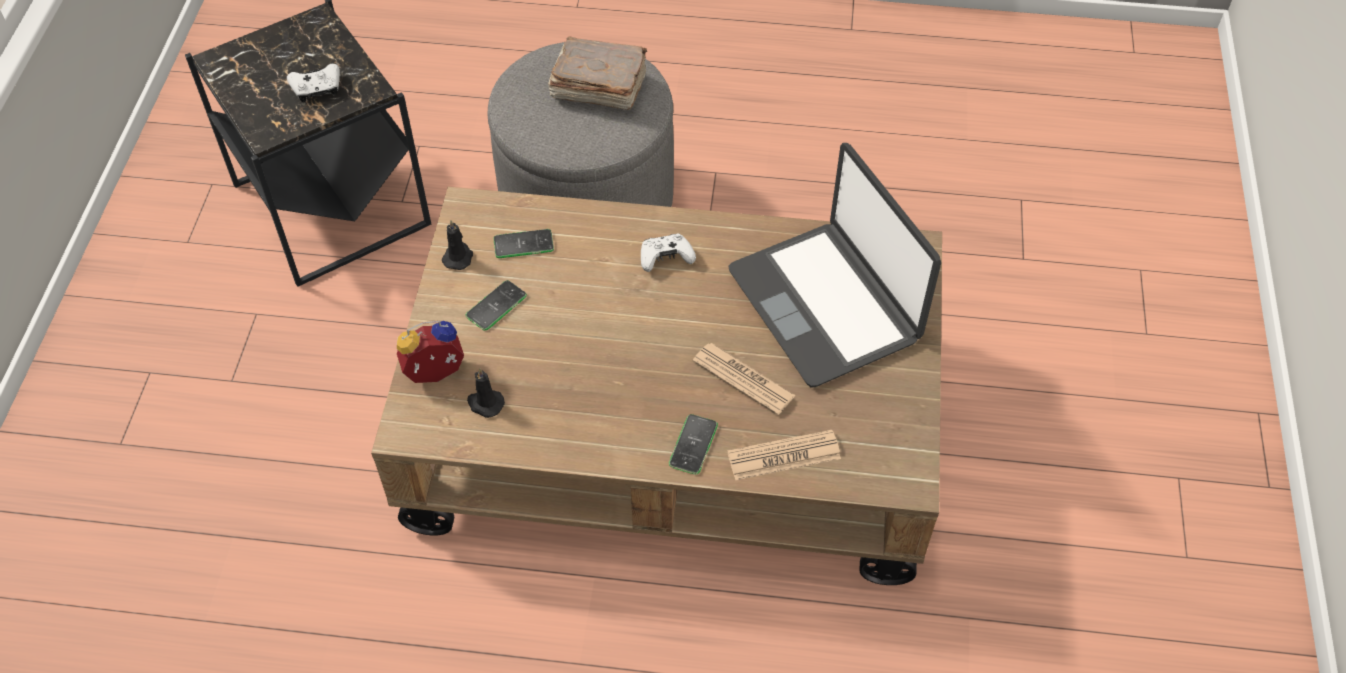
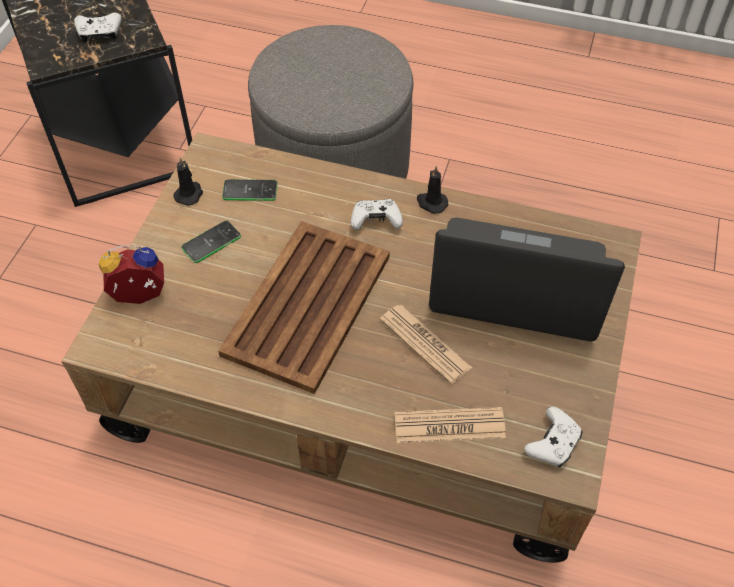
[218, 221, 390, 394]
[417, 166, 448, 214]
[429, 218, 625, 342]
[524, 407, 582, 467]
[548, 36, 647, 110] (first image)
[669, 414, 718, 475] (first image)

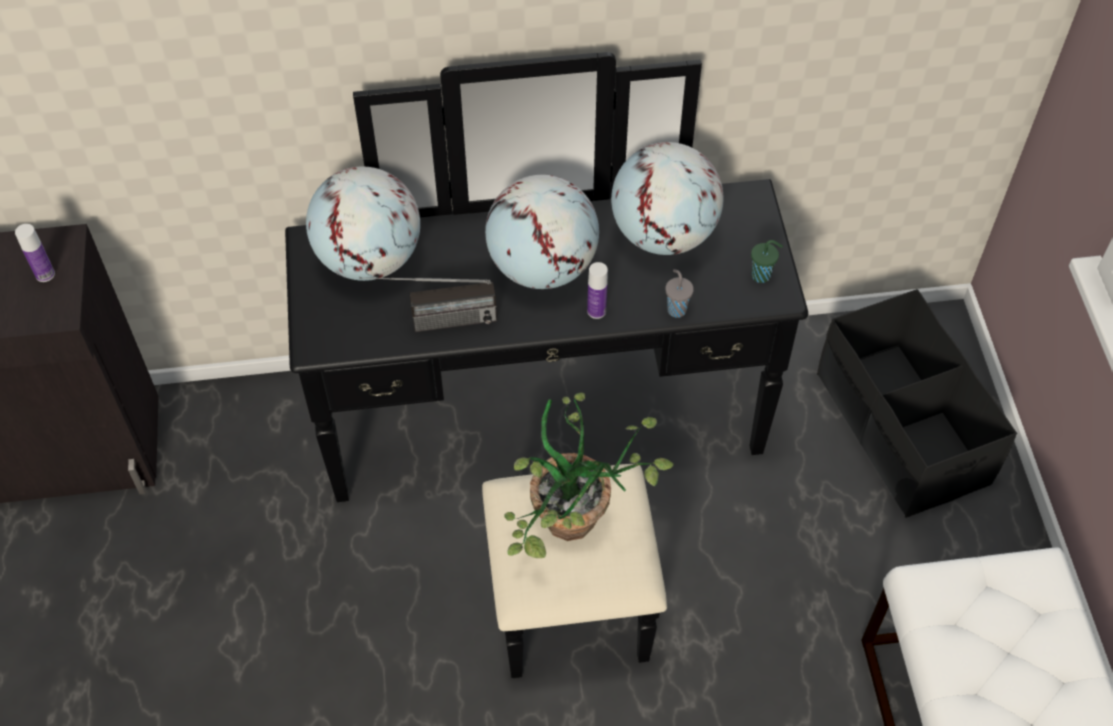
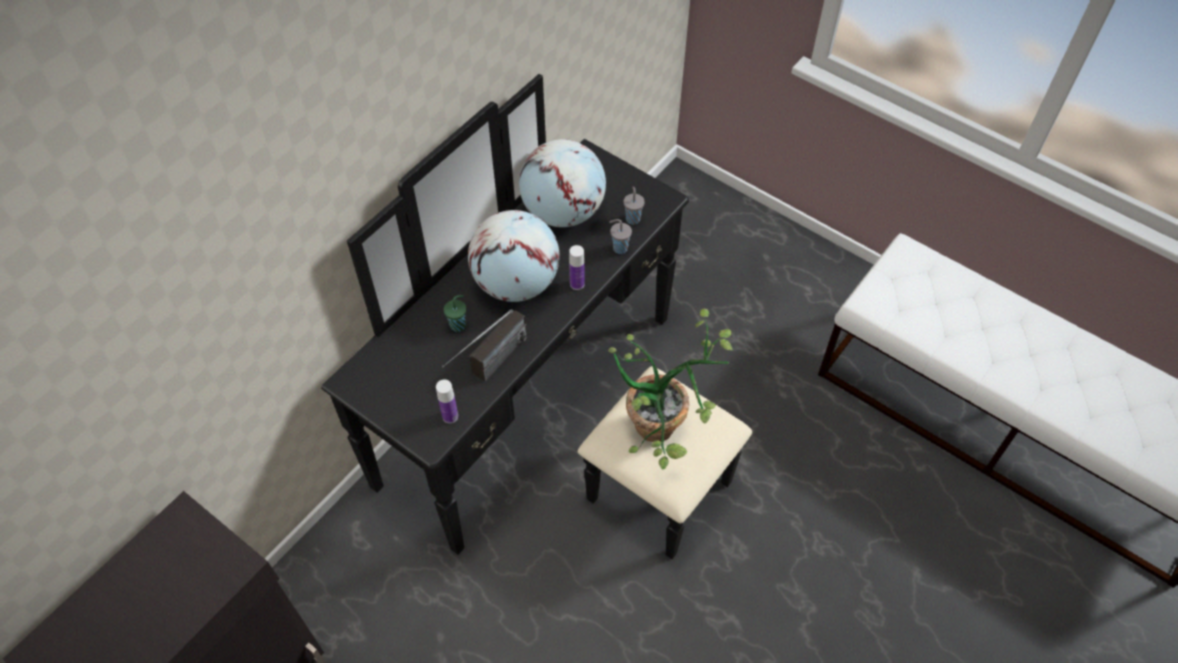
[436, 380, 458, 423]
[444, 295, 466, 332]
[623, 187, 645, 225]
[306, 167, 420, 281] (first image)
[817, 289, 1017, 518] (first image)

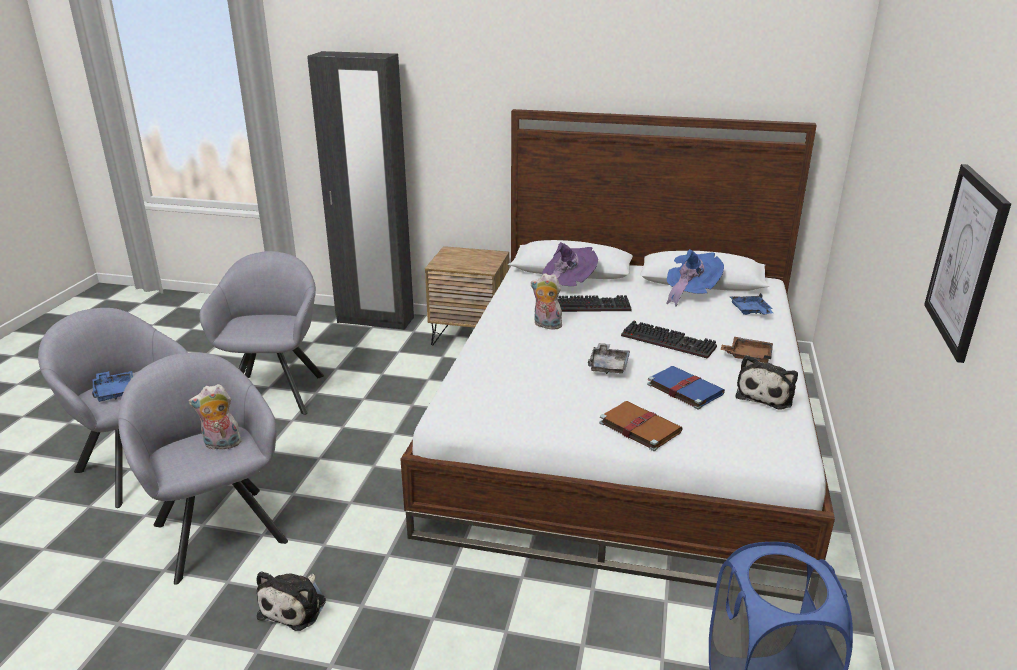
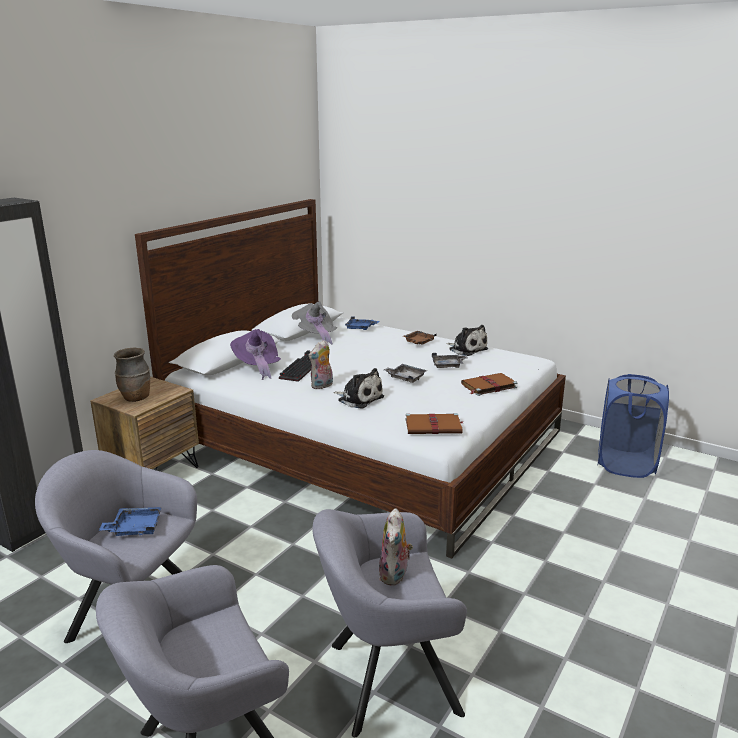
[99, 507, 162, 536]
[114, 347, 150, 402]
[292, 301, 337, 344]
[333, 368, 384, 409]
[406, 413, 463, 434]
[432, 353, 468, 368]
[621, 320, 717, 359] (first image)
[924, 164, 1011, 363] (first image)

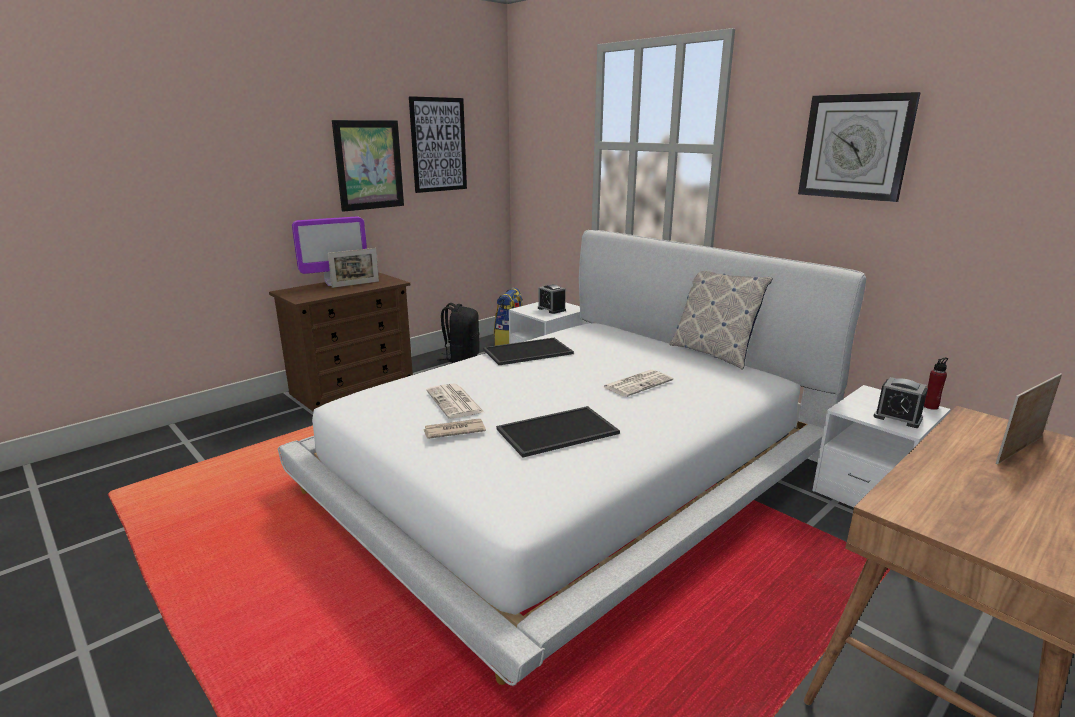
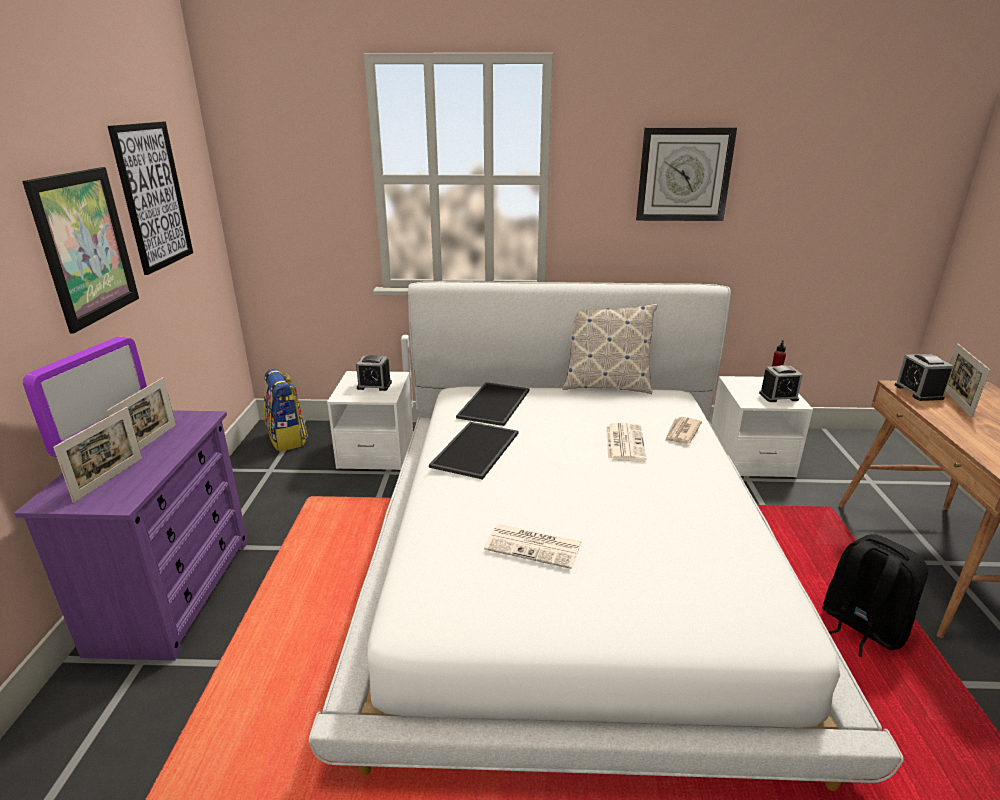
[14, 410, 248, 661]
[53, 407, 142, 503]
[456, 382, 529, 426]
[665, 417, 702, 444]
[822, 534, 928, 657]
[895, 354, 953, 401]

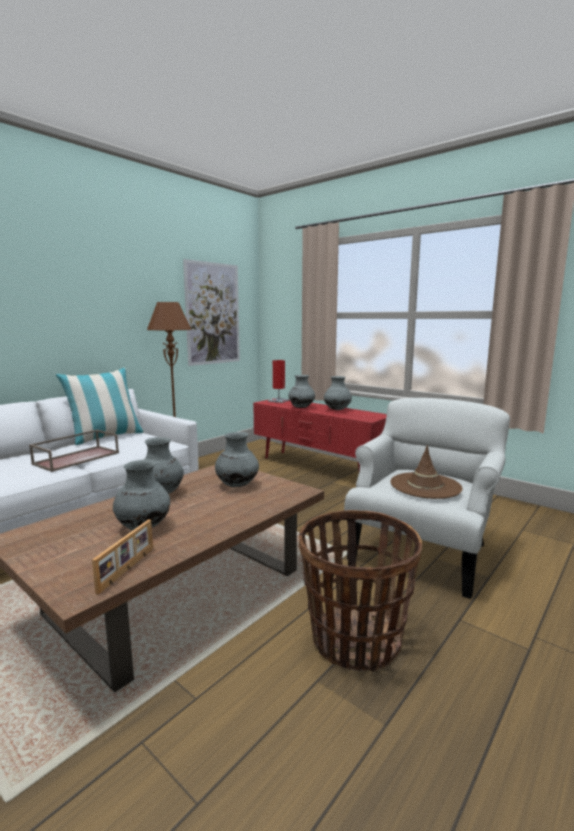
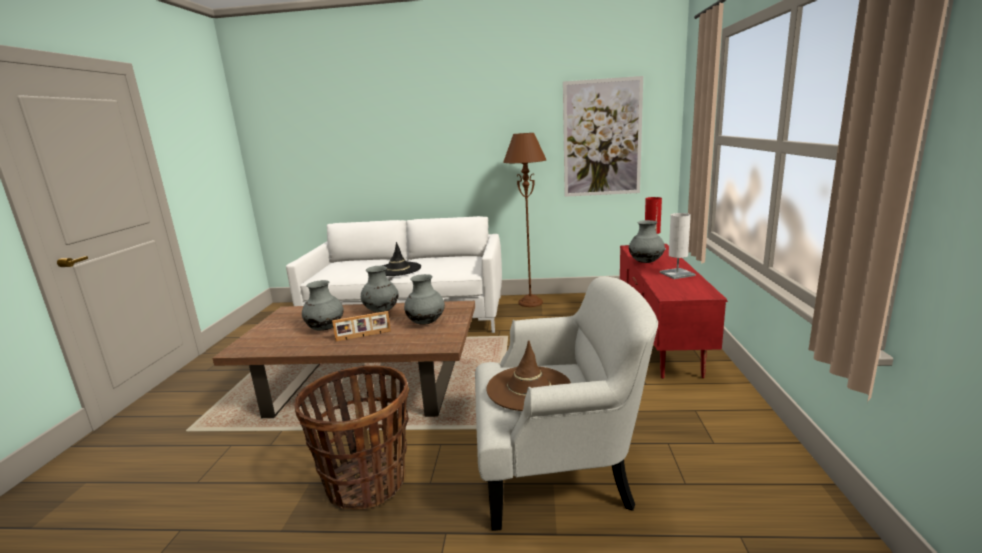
[332, 311, 391, 341]
[382, 242, 421, 276]
[660, 213, 696, 279]
[56, 368, 144, 445] (first image)

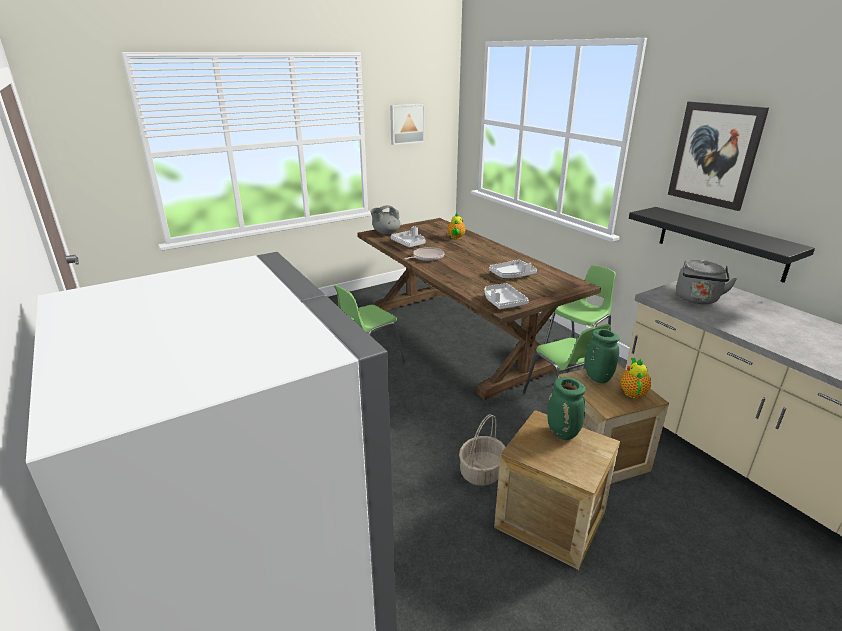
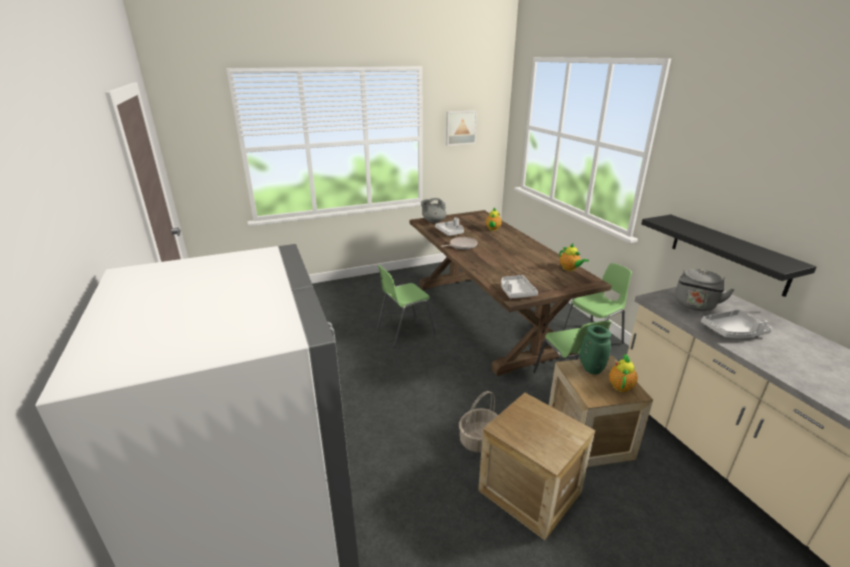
[559, 243, 589, 271]
[701, 310, 772, 338]
[548, 377, 586, 440] (first image)
[668, 102, 769, 211] (first image)

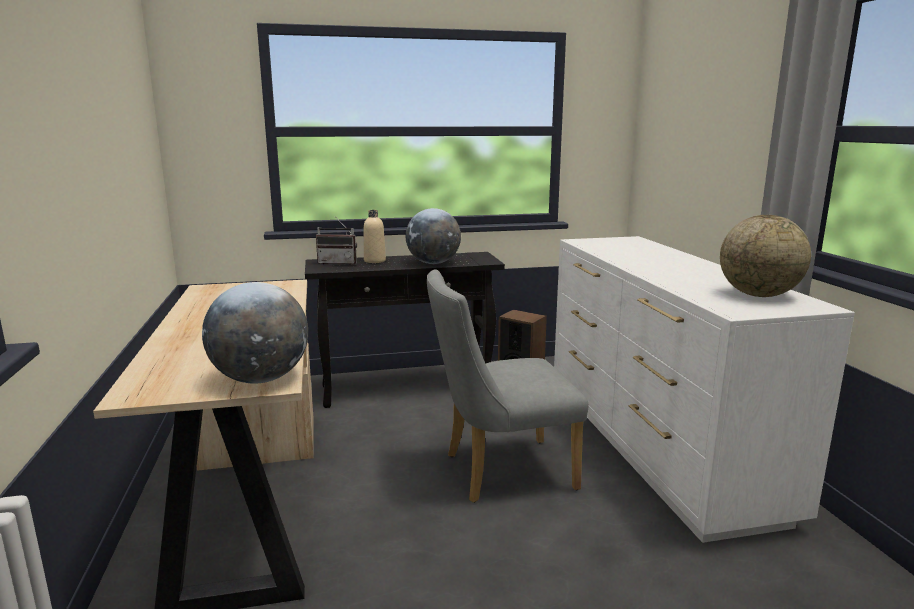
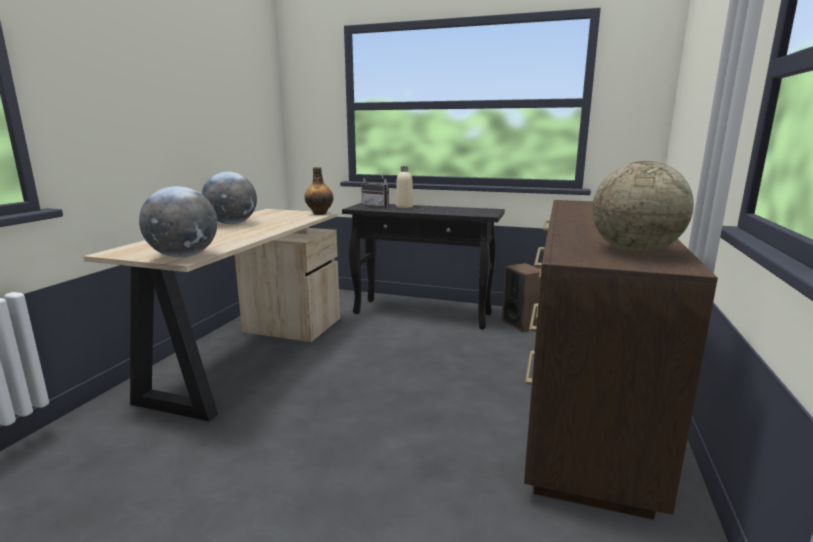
[202, 172, 257, 224]
[305, 167, 333, 215]
[524, 200, 718, 520]
[427, 269, 588, 503] (first image)

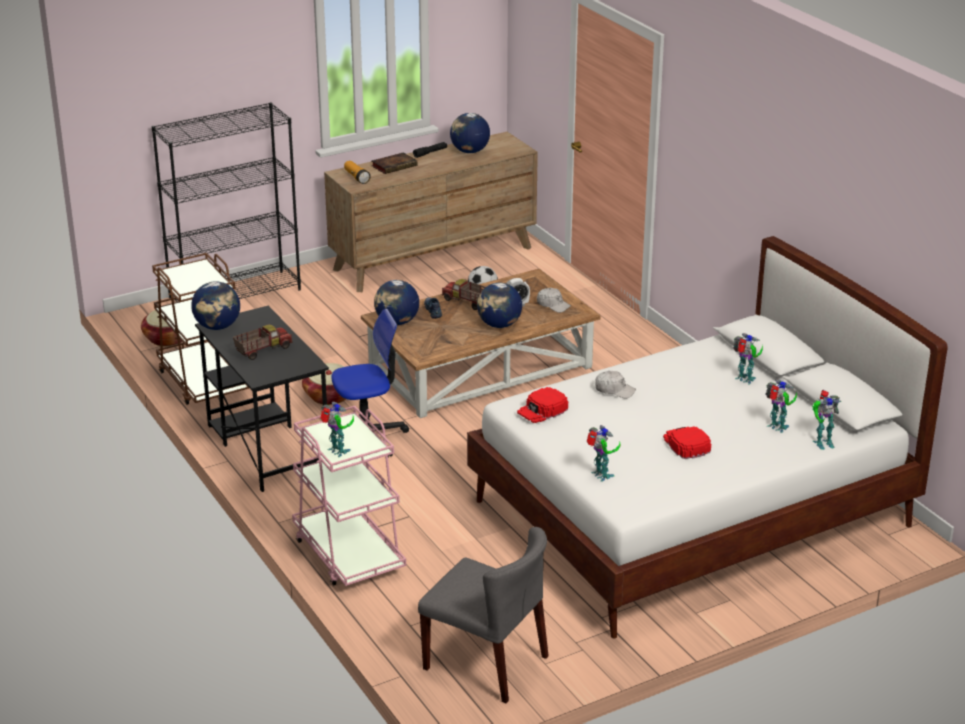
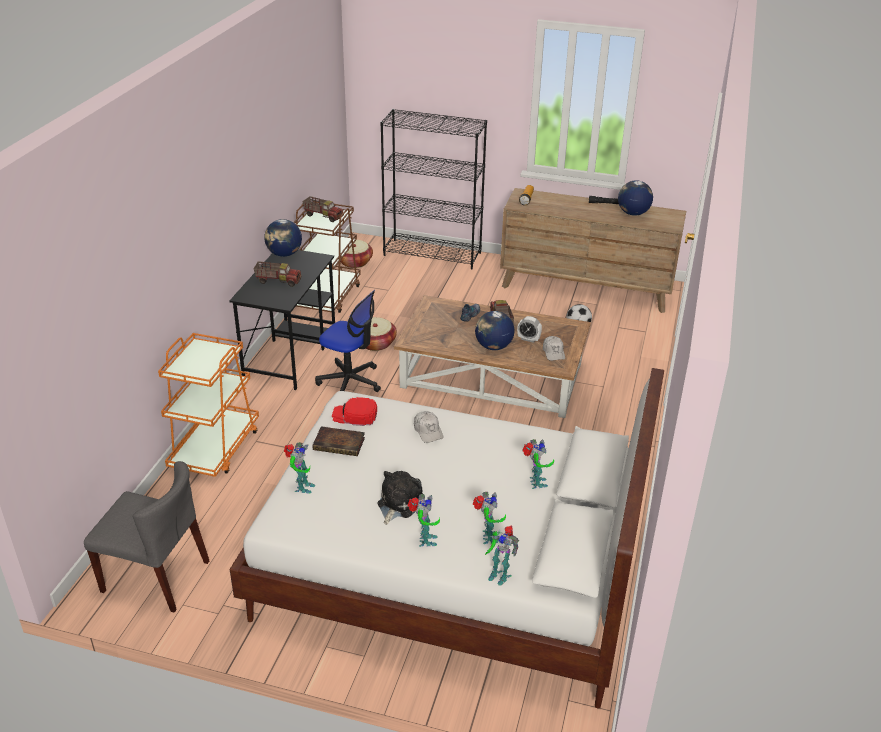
[84, 461, 209, 613]
[158, 333, 259, 477]
[302, 196, 343, 222]
[313, 426, 365, 456]
[377, 471, 423, 525]
[408, 494, 440, 547]
[374, 280, 419, 325] (first image)

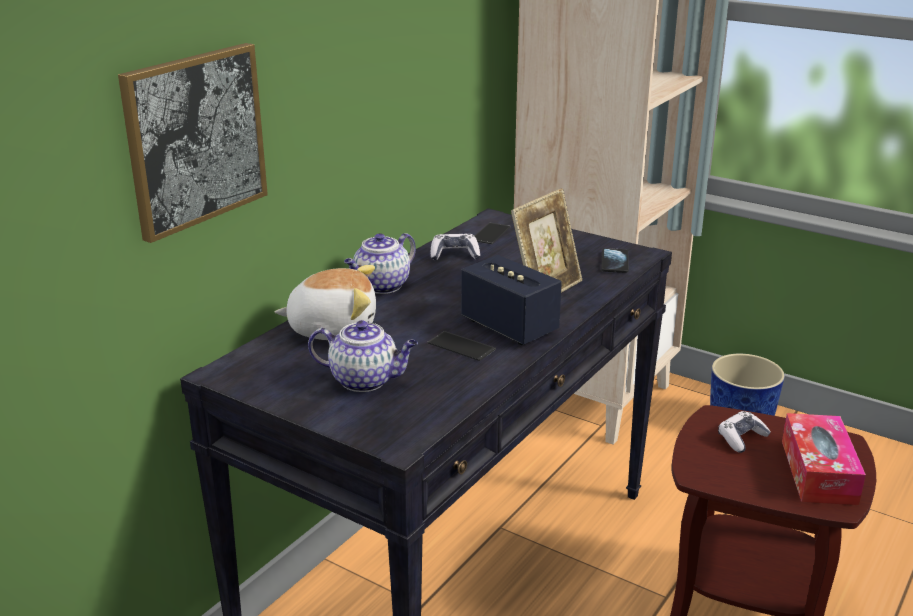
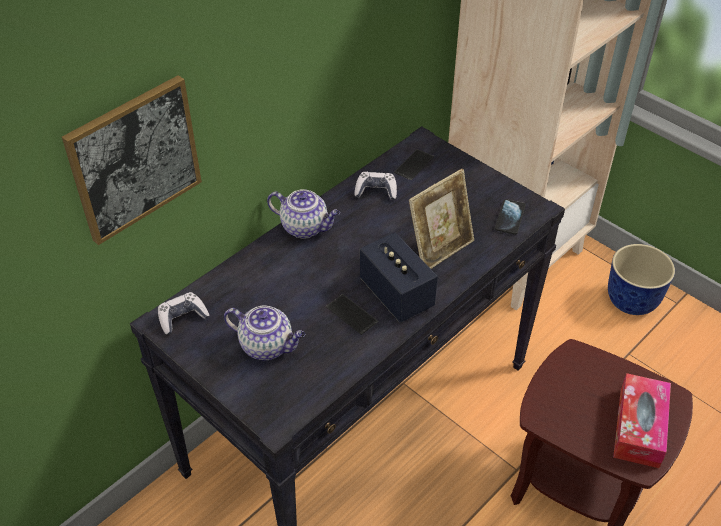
[158, 292, 210, 334]
[267, 189, 340, 239]
[275, 265, 376, 340] (first image)

